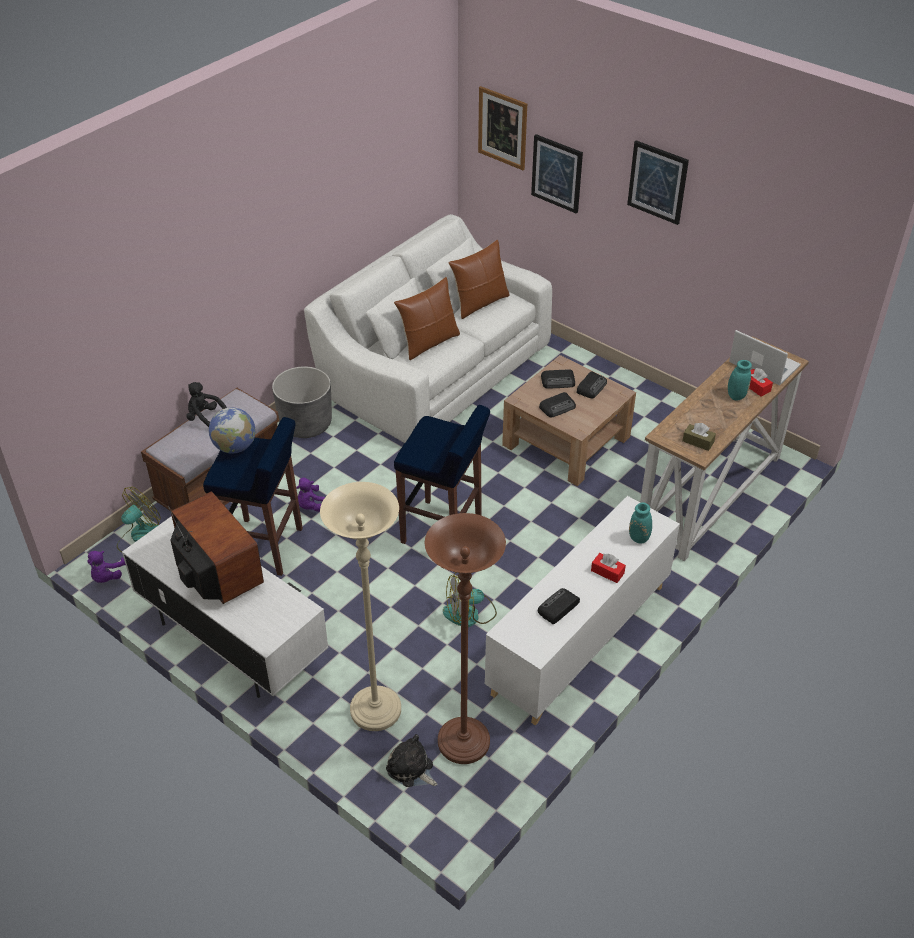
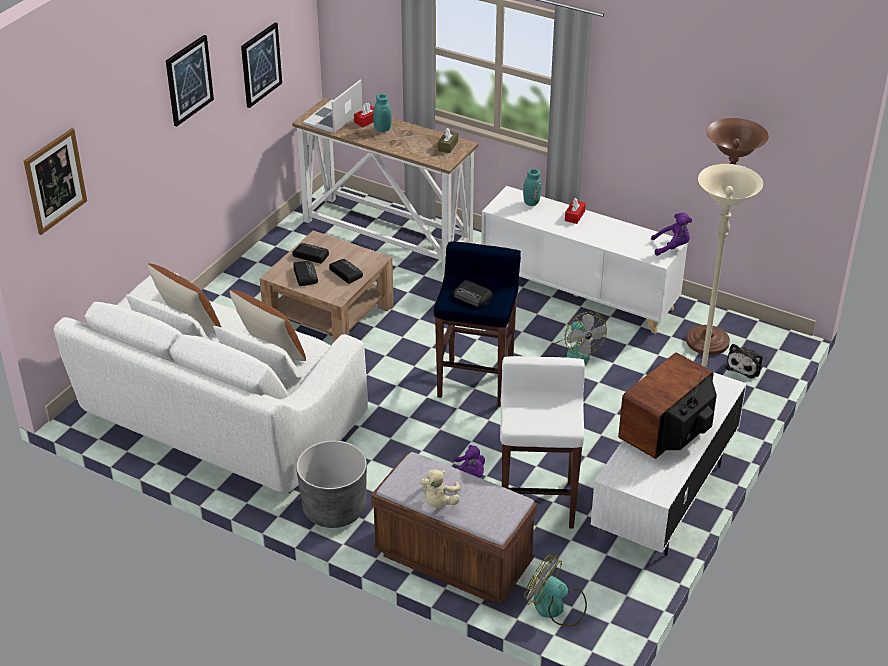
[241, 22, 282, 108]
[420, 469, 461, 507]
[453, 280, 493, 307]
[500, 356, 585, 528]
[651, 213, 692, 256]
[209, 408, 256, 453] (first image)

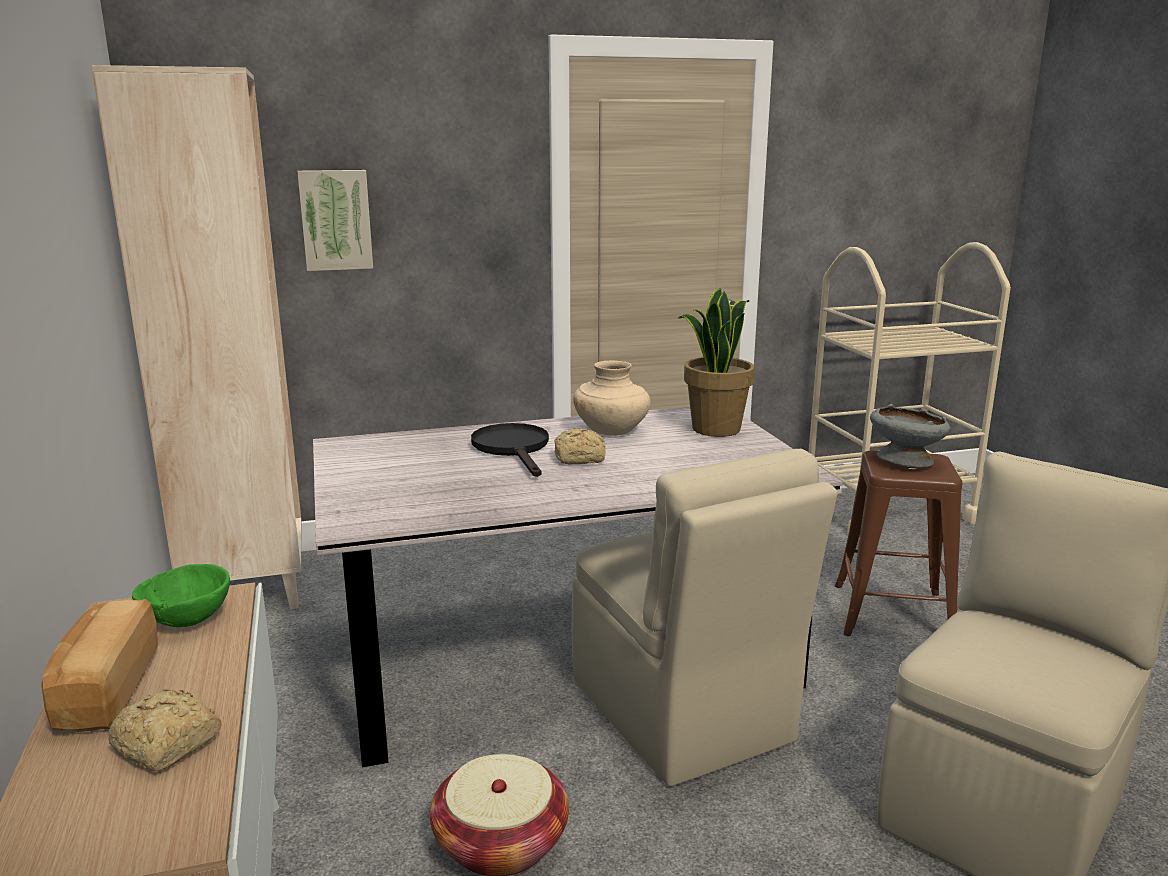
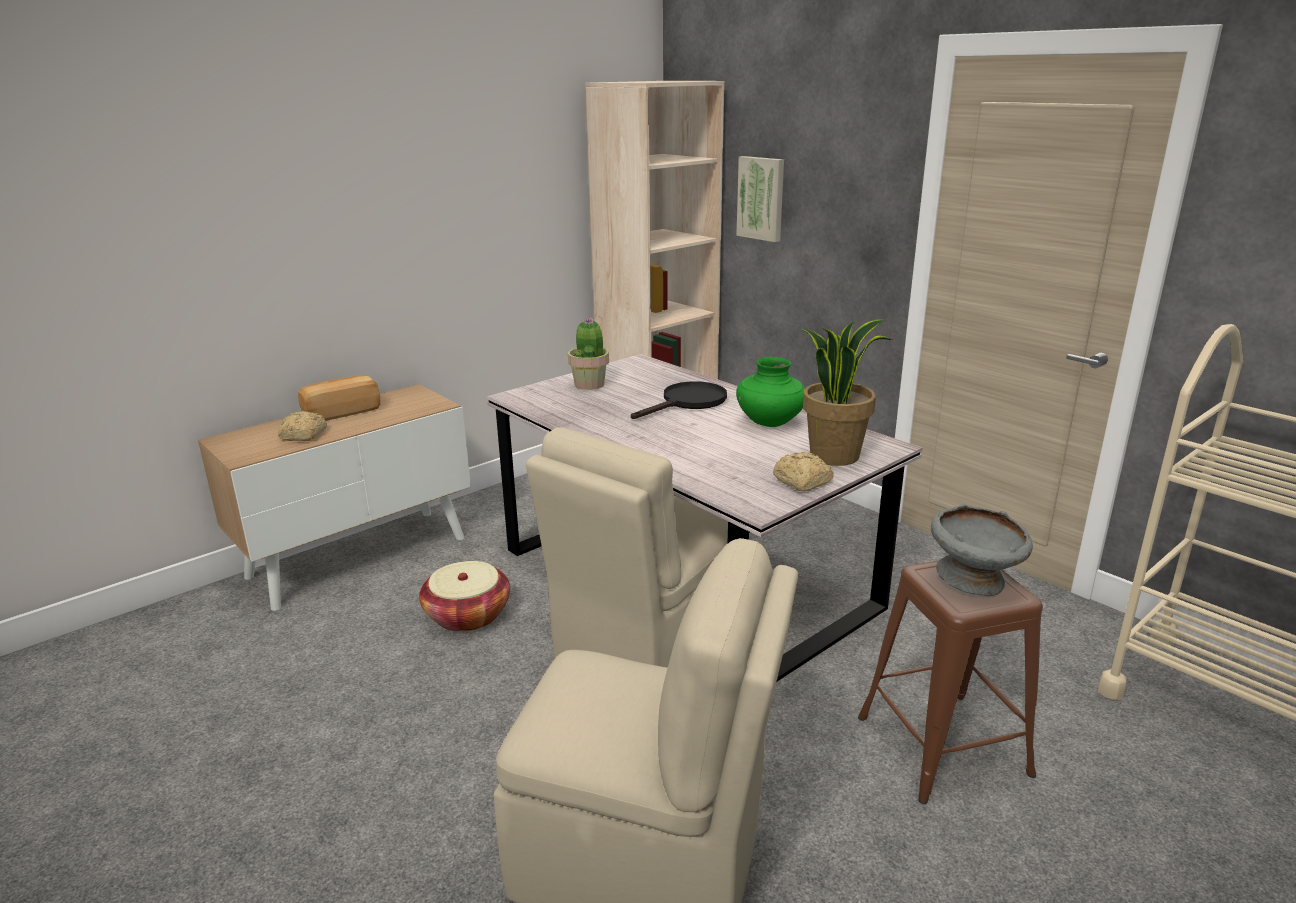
[568, 317, 609, 390]
[736, 357, 805, 427]
[773, 452, 834, 491]
[132, 564, 230, 627] (first image)

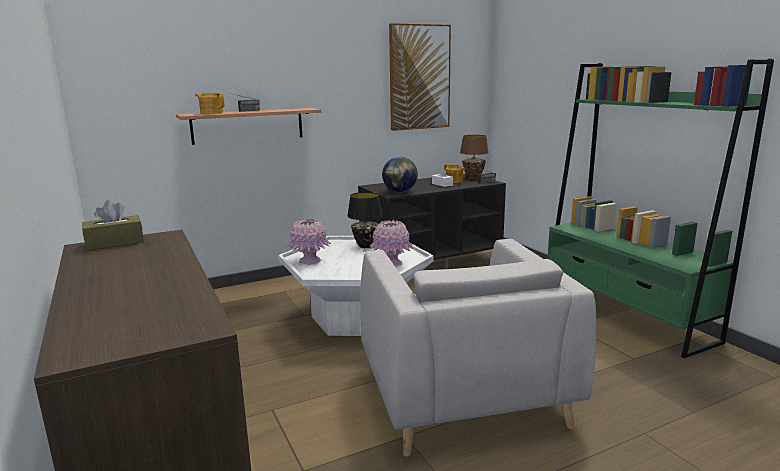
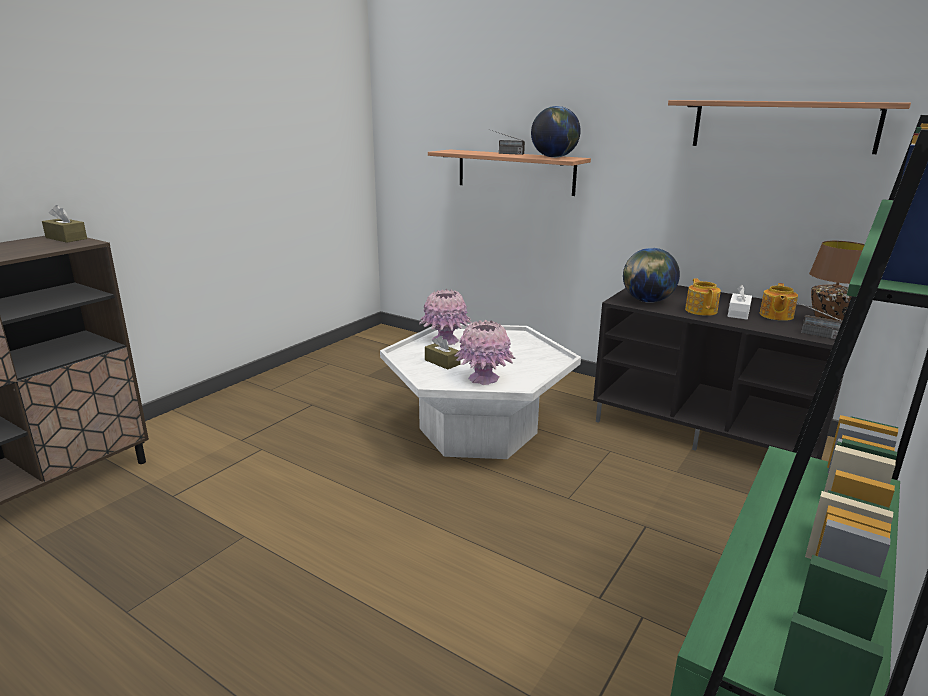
[425, 336, 460, 370]
[531, 106, 581, 158]
[668, 100, 911, 154]
[685, 279, 721, 316]
[348, 192, 383, 248] (first image)
[360, 239, 596, 456] (first image)

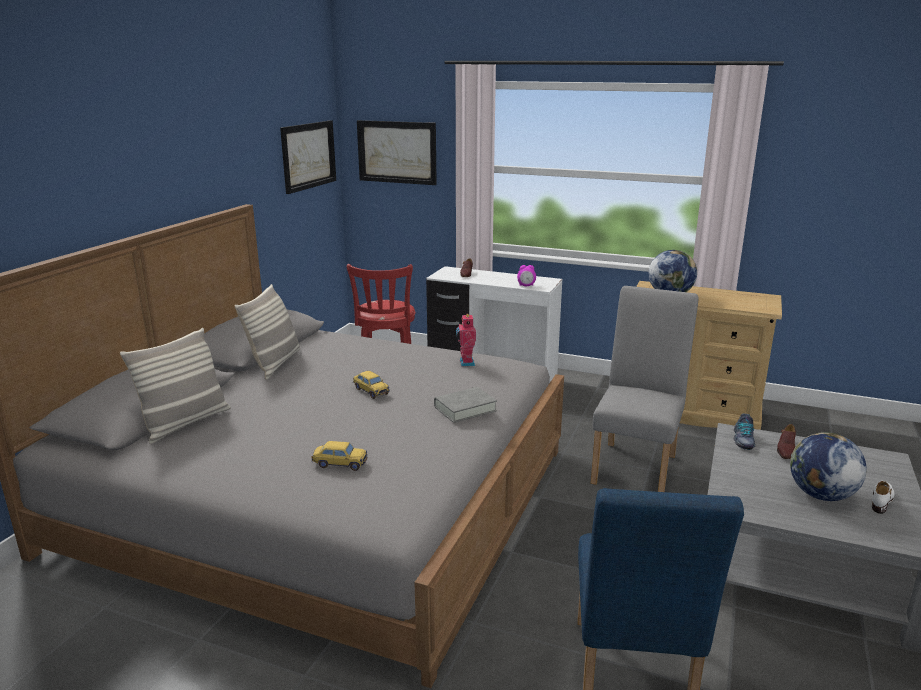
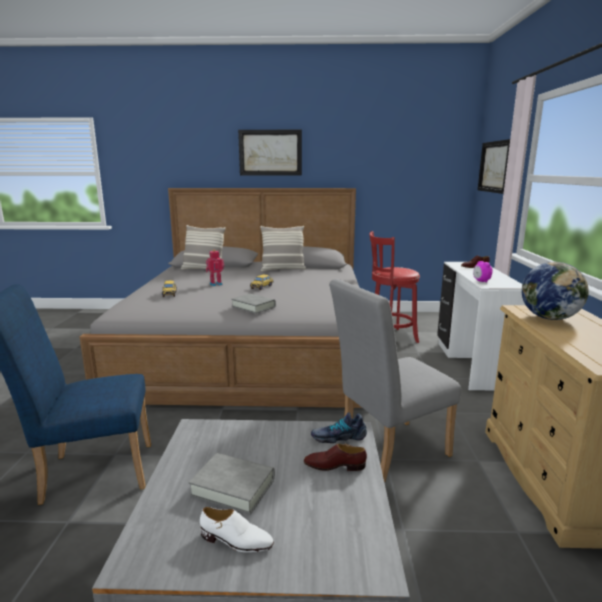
[189, 453, 275, 515]
[206, 250, 224, 286]
[238, 130, 302, 176]
[329, 279, 461, 482]

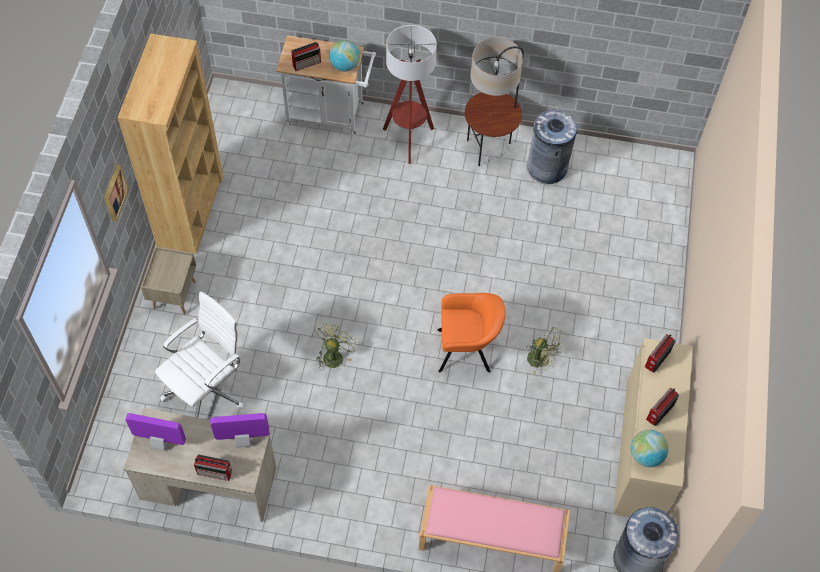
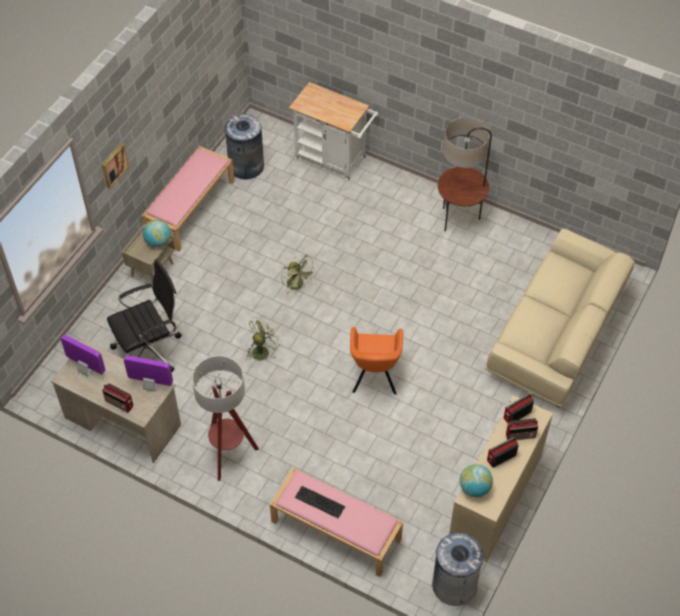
[107, 259, 182, 372]
[142, 146, 235, 251]
[143, 219, 171, 247]
[192, 355, 259, 481]
[224, 114, 264, 180]
[281, 255, 315, 295]
[295, 486, 345, 519]
[350, 327, 403, 395]
[484, 228, 635, 408]
[506, 418, 538, 440]

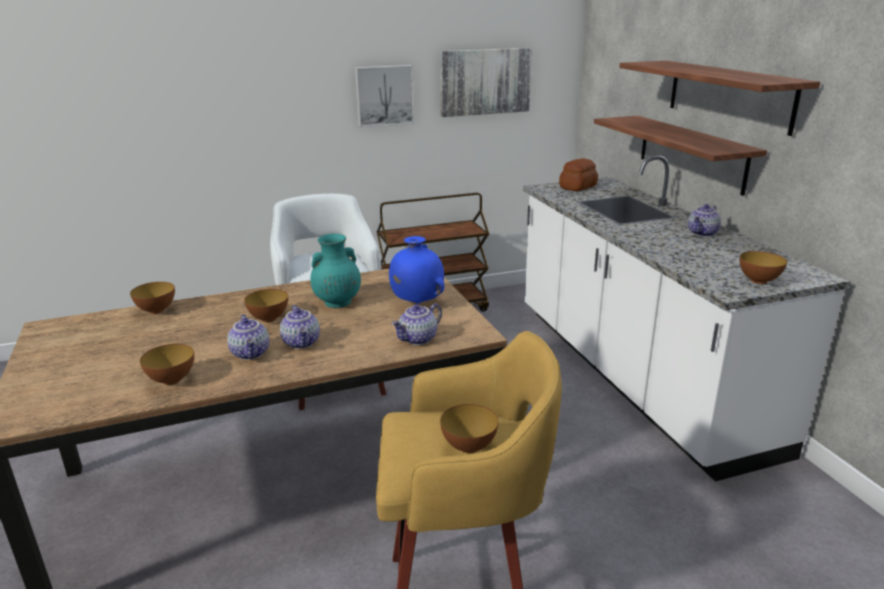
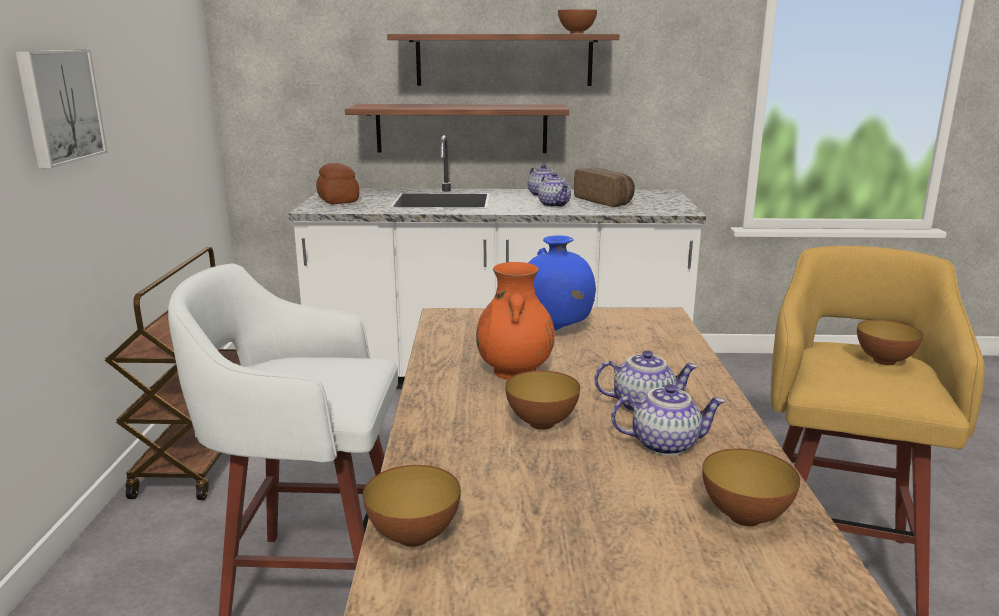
[476, 262, 555, 380]
[538, 173, 571, 208]
[558, 9, 597, 34]
[574, 168, 635, 207]
[440, 48, 532, 117] (first image)

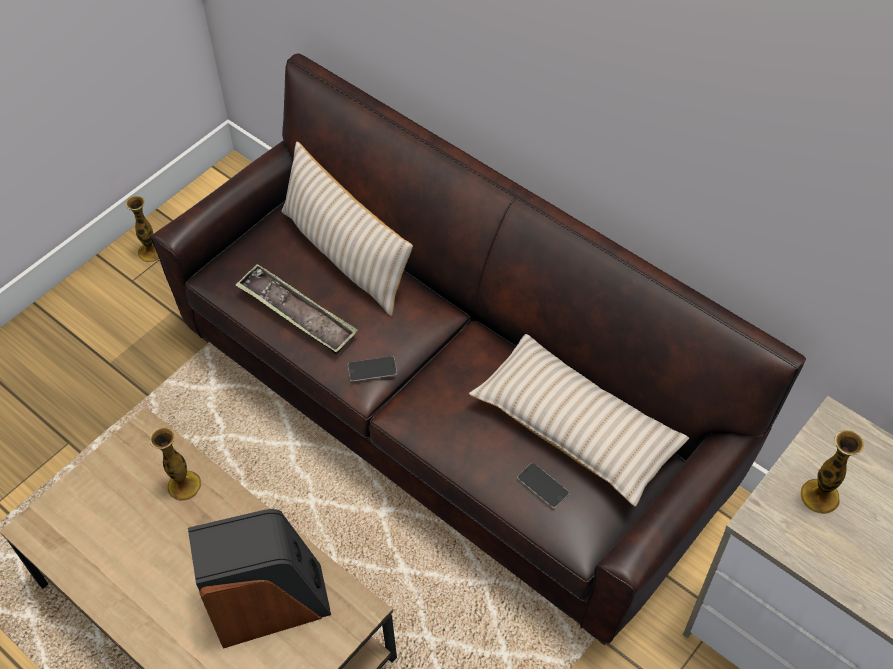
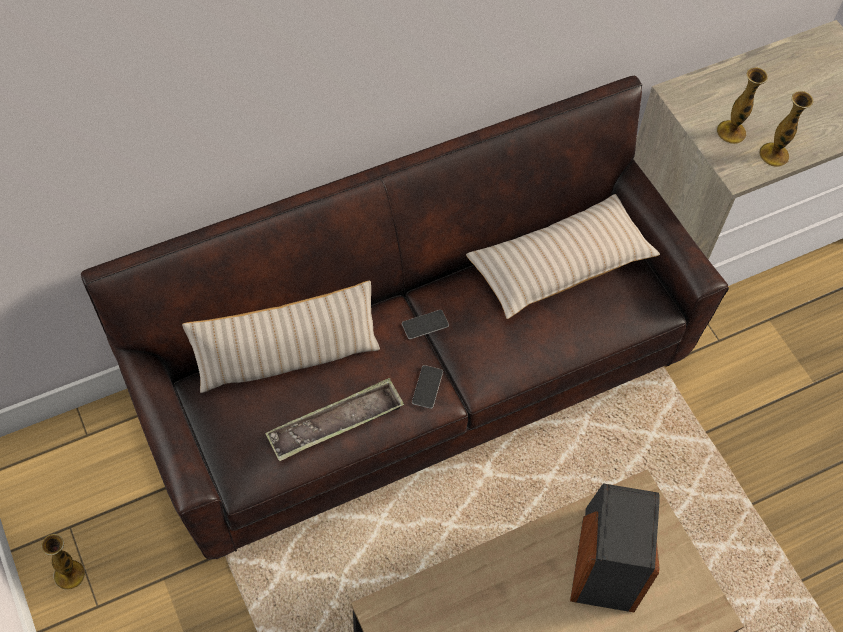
[402, 310, 449, 339]
[759, 92, 814, 167]

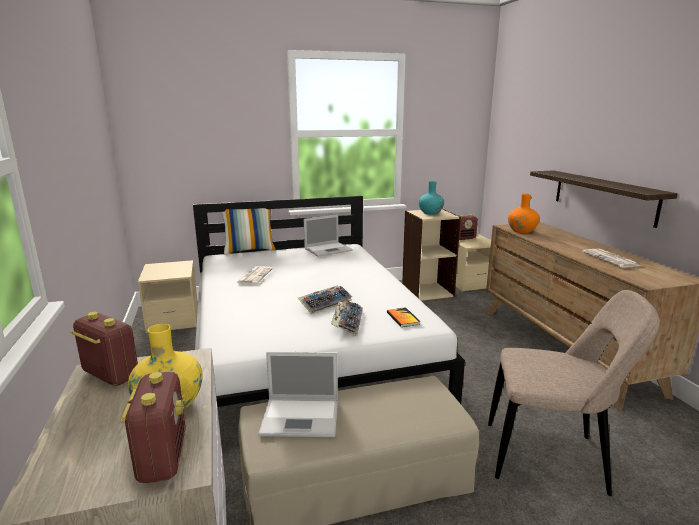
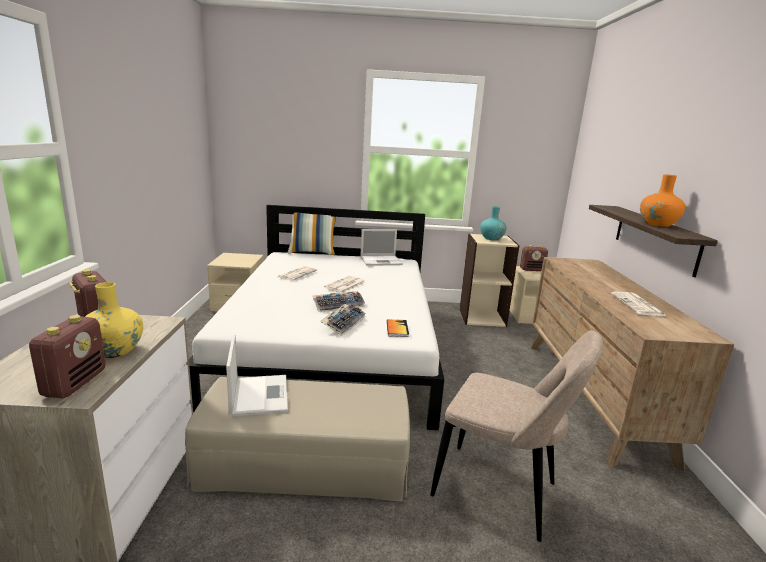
[226, 335, 288, 417]
[324, 276, 366, 293]
[640, 174, 685, 227]

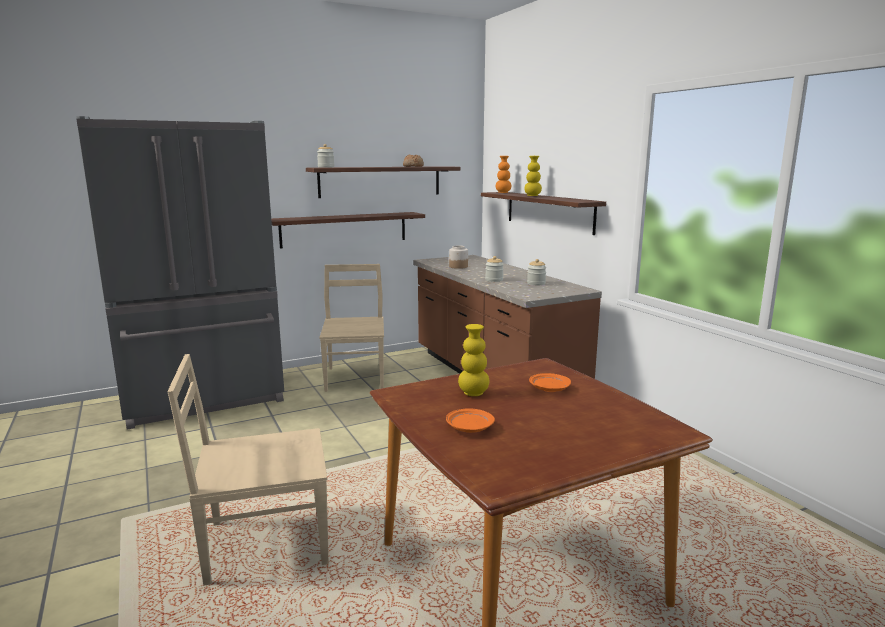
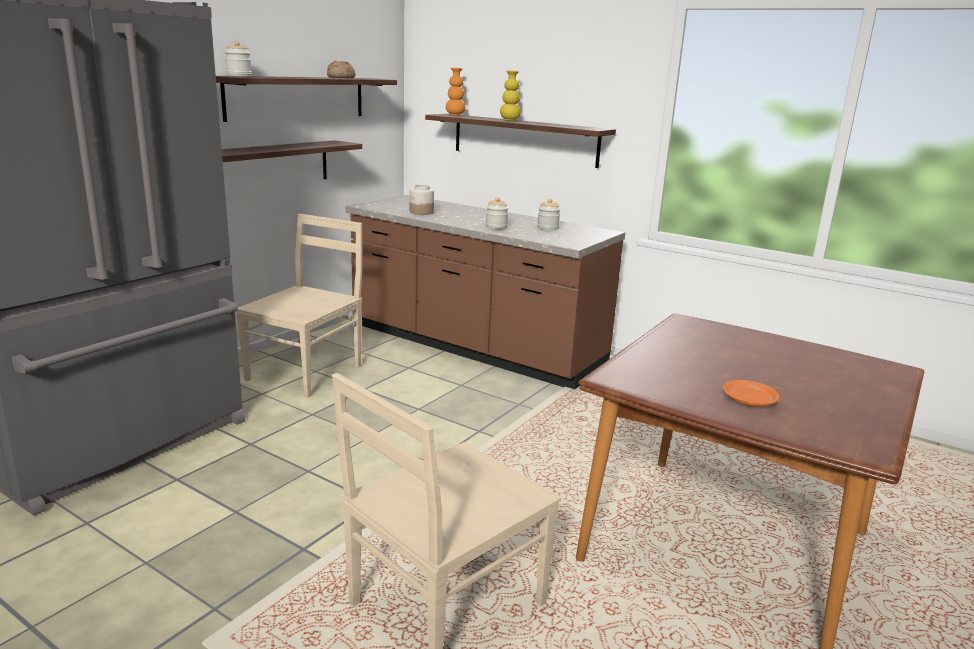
[236, 214, 363, 398]
[458, 324, 489, 396] (first image)
[529, 373, 571, 392] (first image)

